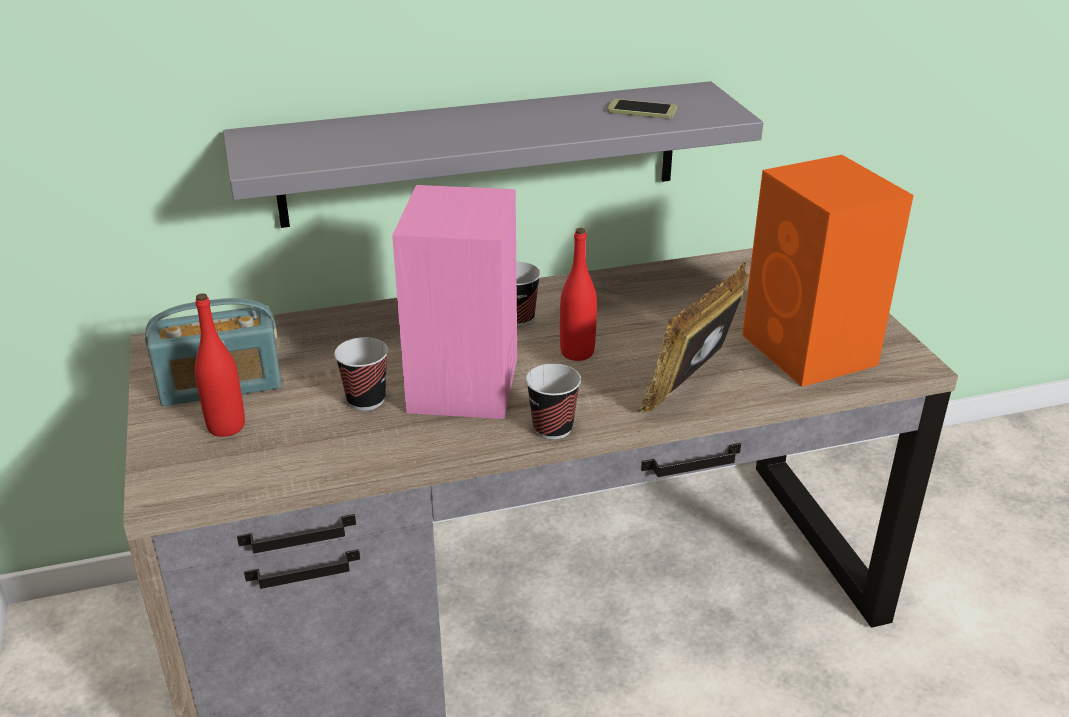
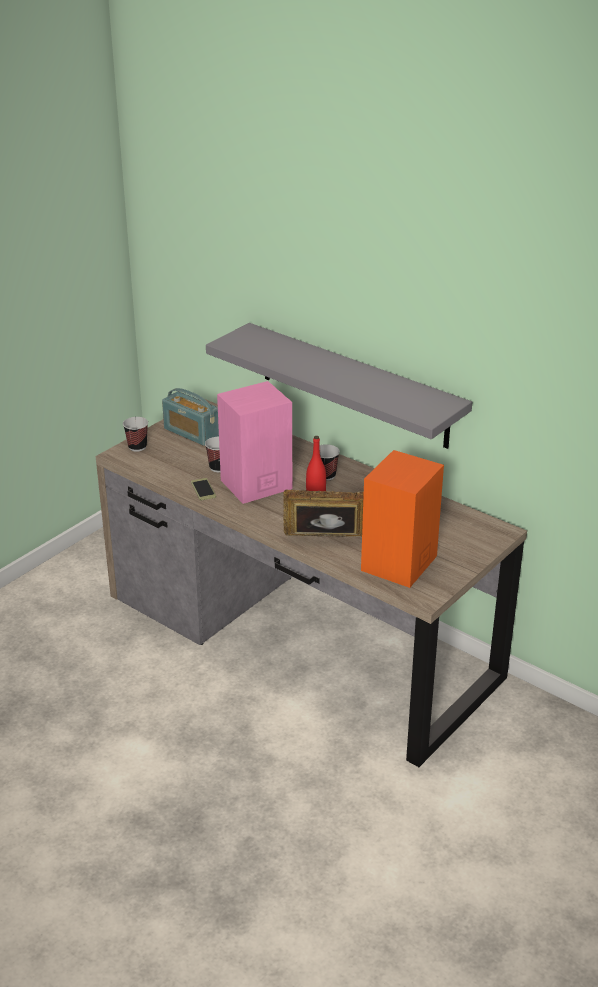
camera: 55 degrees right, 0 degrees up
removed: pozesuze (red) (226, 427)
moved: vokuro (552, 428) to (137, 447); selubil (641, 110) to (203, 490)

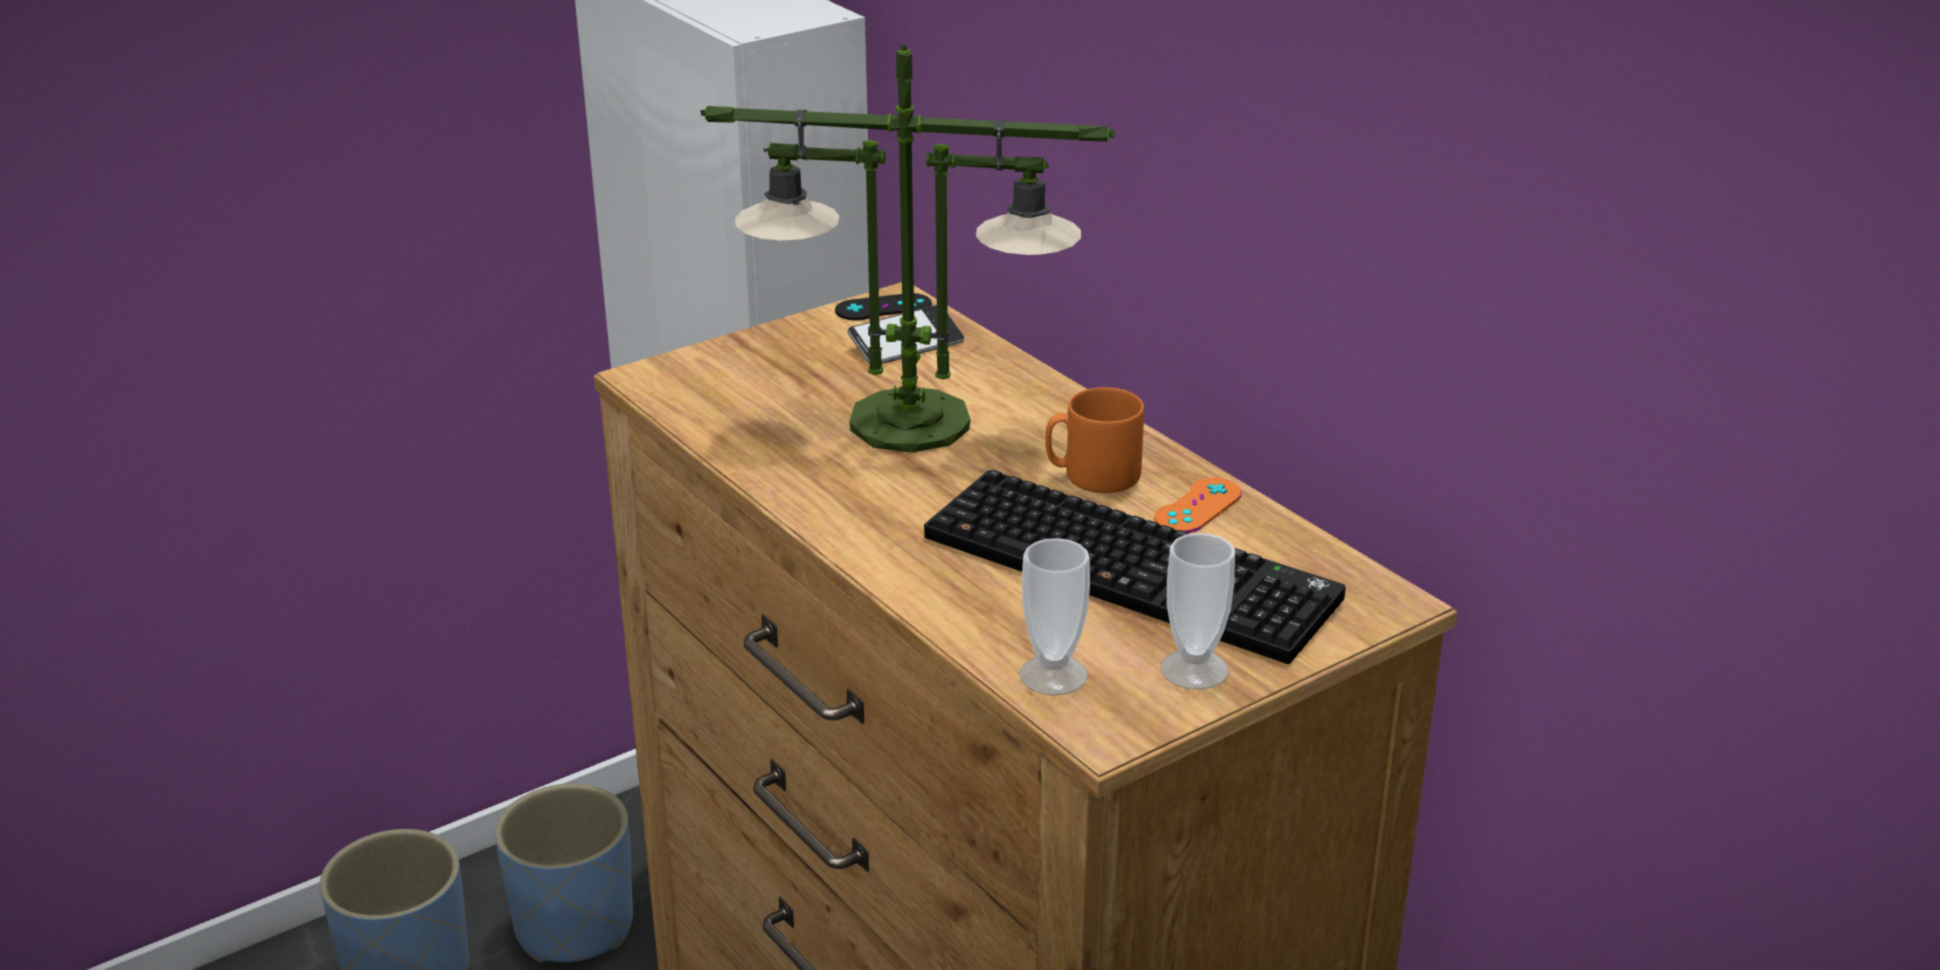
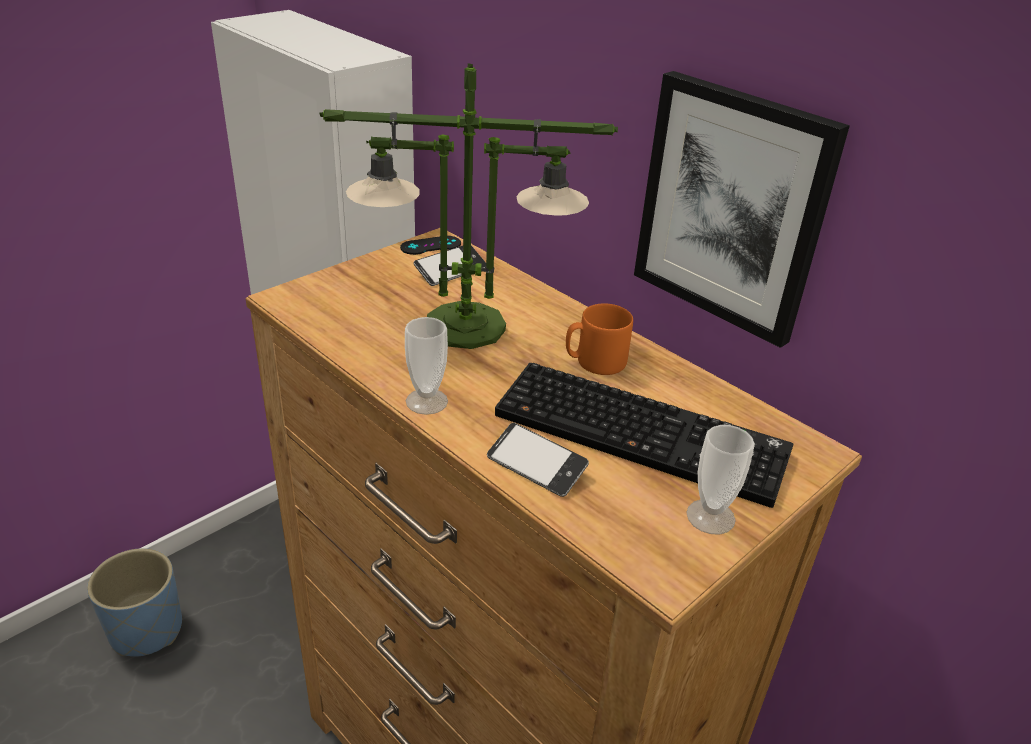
camera: 10 degrees left, 5 degrees up
removed: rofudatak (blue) (575, 926); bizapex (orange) (1198, 506)
added: selubil (536, 465); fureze (732, 208)
moved: vokuro (1053, 675) to (426, 401)

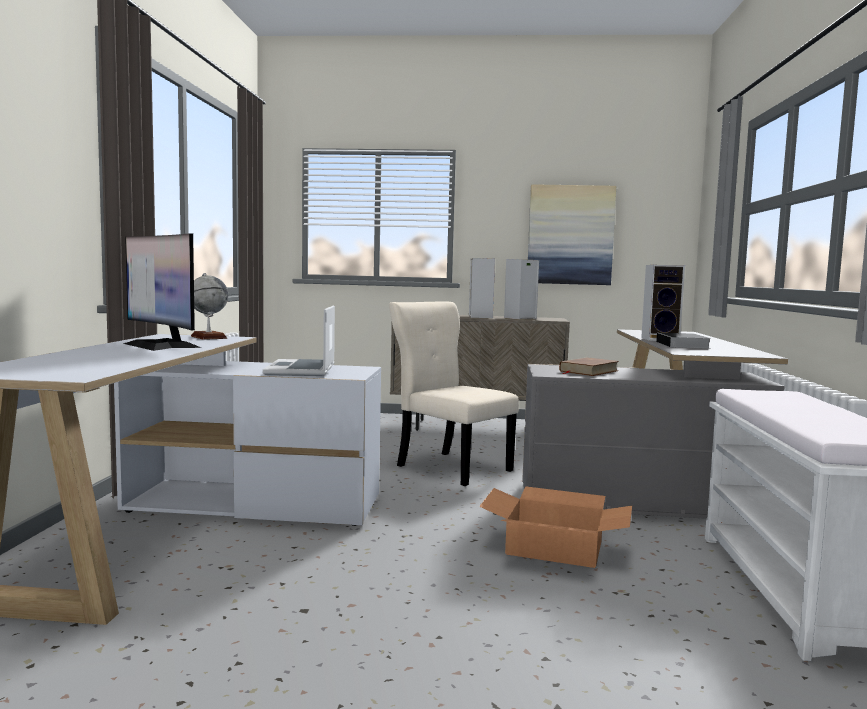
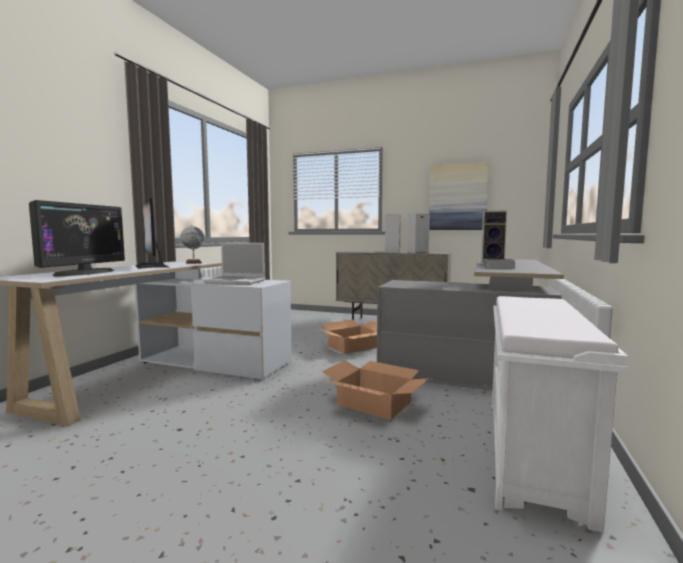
camera: 15 degrees right, 0 degrees up
removed: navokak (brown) (588, 371)
added: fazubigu (84, 273)
replaced: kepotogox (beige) (450, 467) to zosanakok (353, 347)
turned: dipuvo (302, 370) = (236, 282) 90 degrees counterclockwise

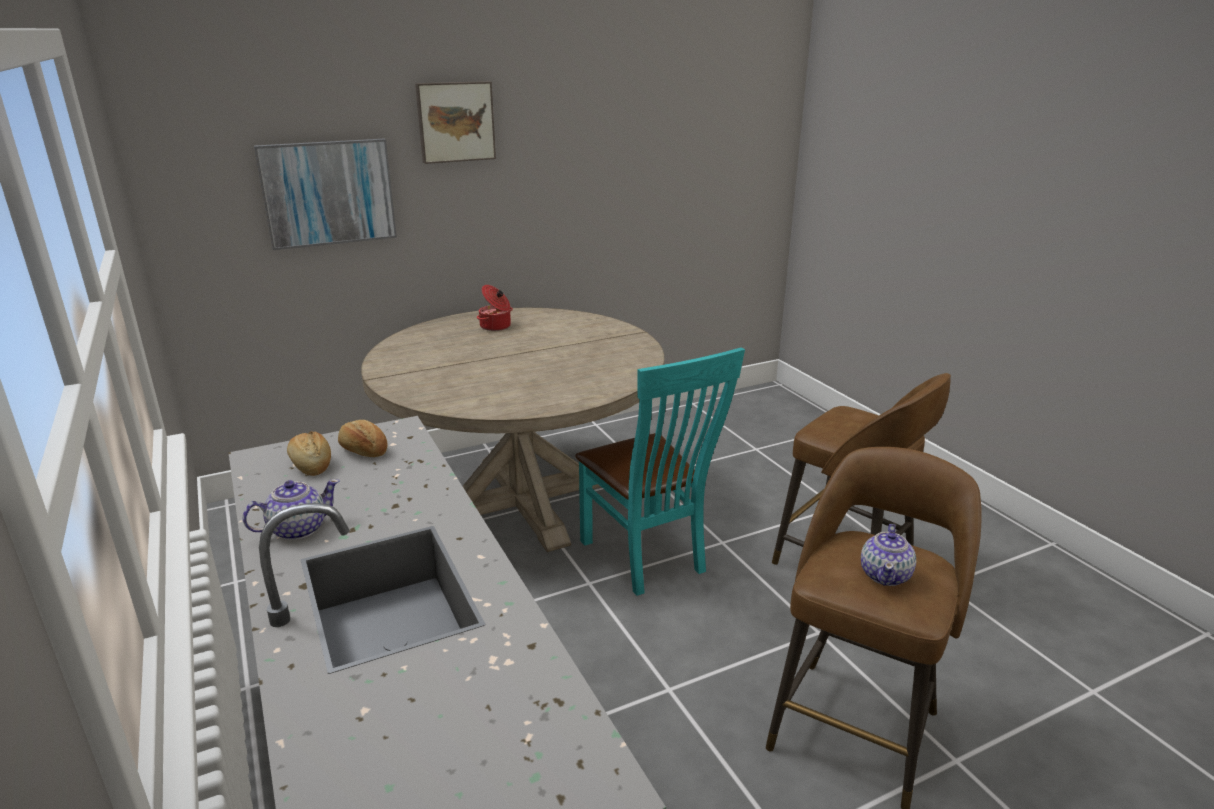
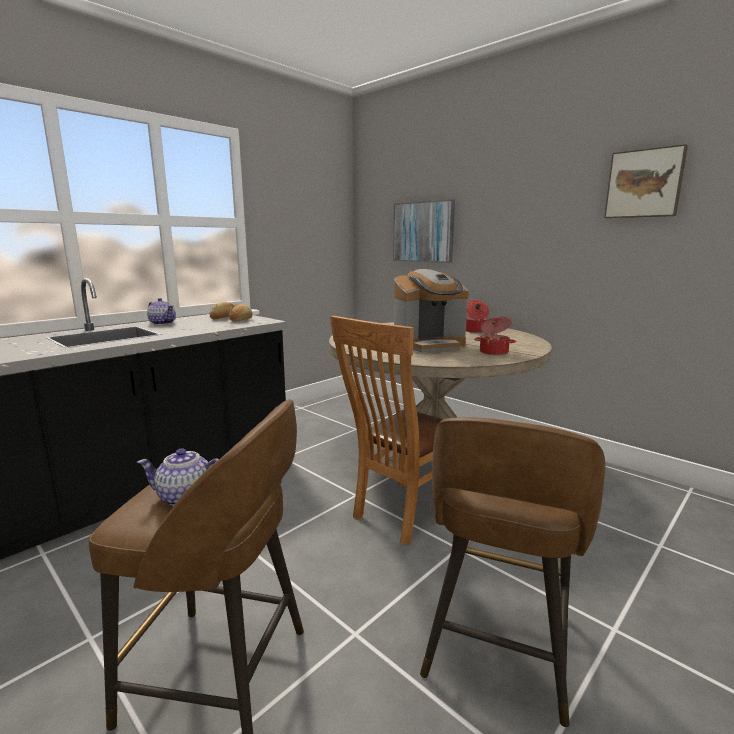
camera: 70 degrees right, 10 degrees down
added: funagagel (429, 345); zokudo (494, 352)
moved: fureze (455, 121) to (644, 184)
recoloured: kepotogox (turquoise) (648, 559) to kepotogox (brown) (402, 513)

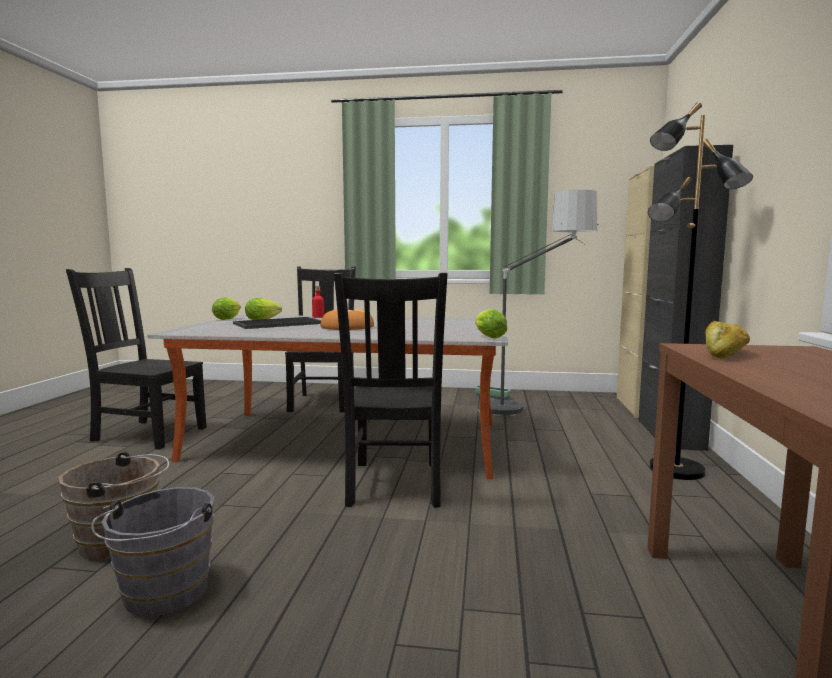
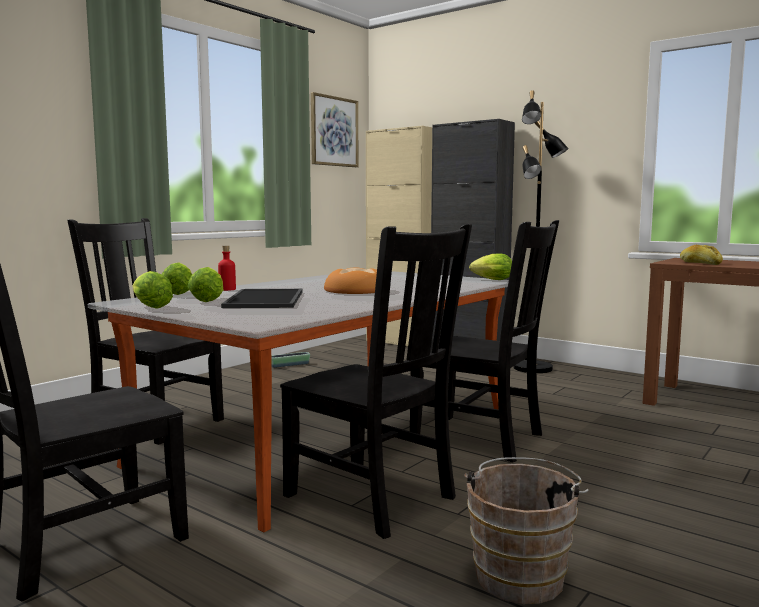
camera: 60 degrees left, 0 degrees up
removed: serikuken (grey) (162, 596); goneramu (533, 408)
added: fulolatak (179, 293); kepotogox (black) (373, 498); fureze (334, 131)

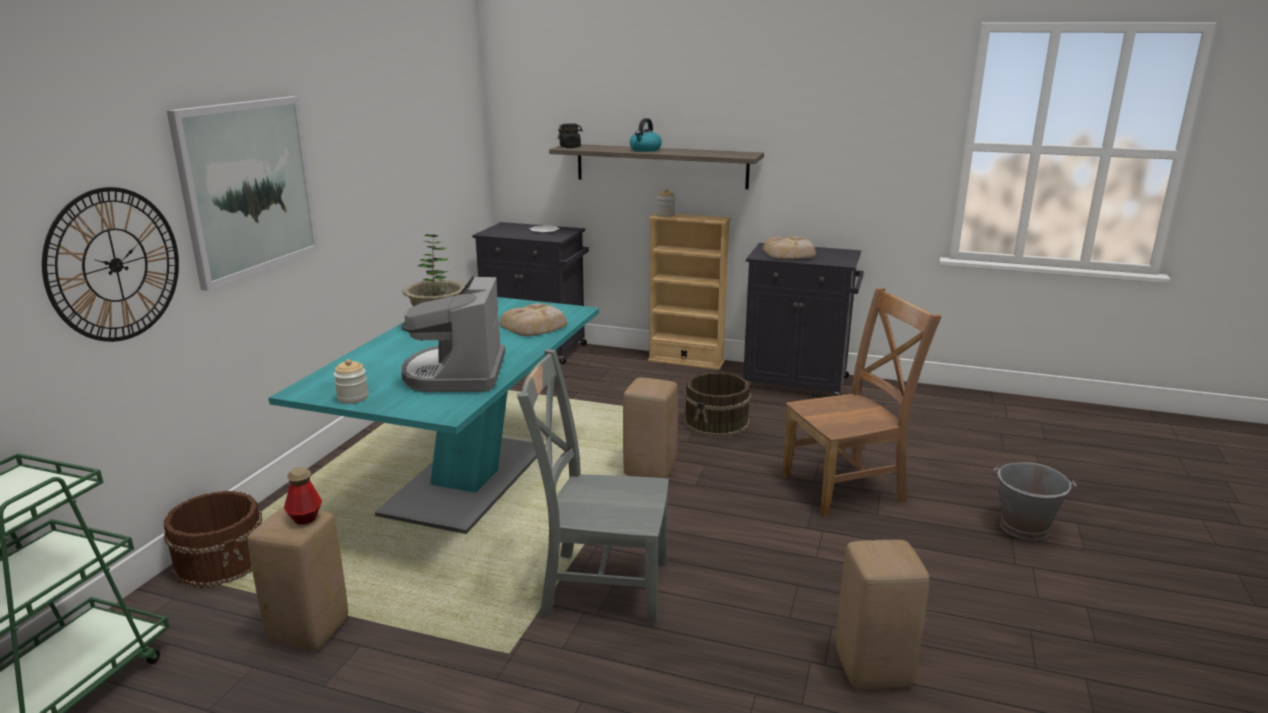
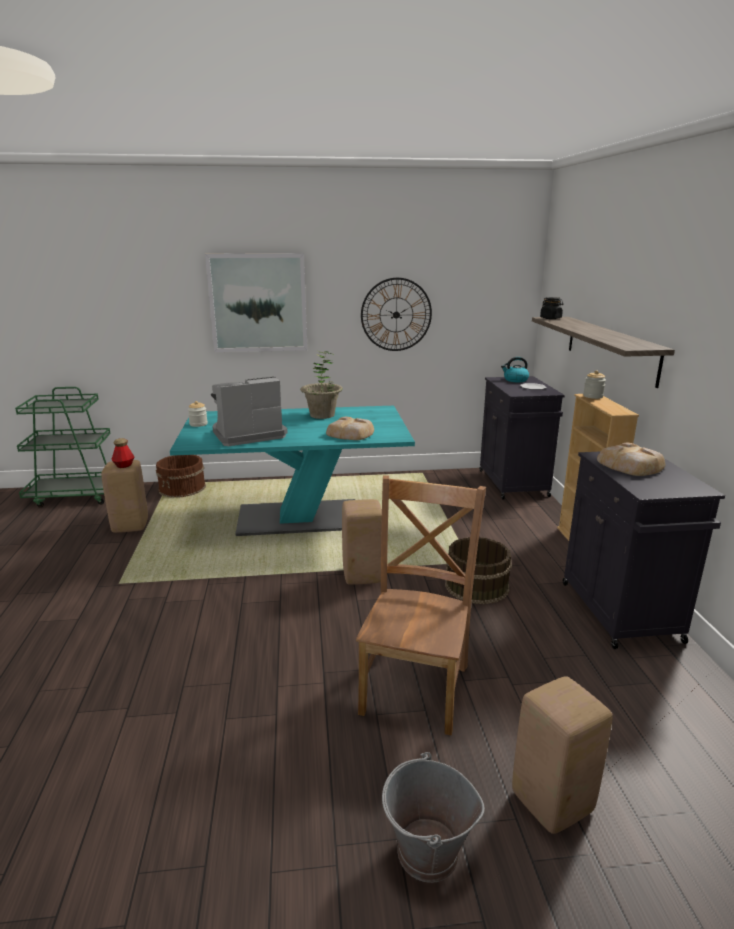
camera: 65 degrees right, 0 degrees up
removed: kepotogox (grey) (599, 587)
moved: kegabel (115, 265) to (396, 315); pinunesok (645, 150) to (515, 380); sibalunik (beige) (874, 670) to (552, 803)
turned: kepotogox (brown) (847, 487) = (416, 685) 120 degrees counterclockwise

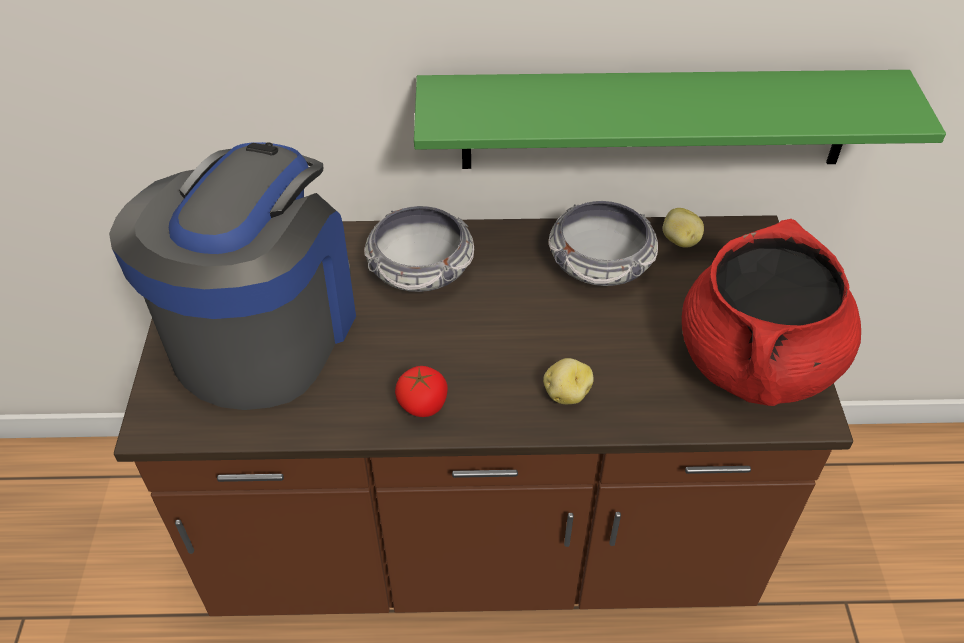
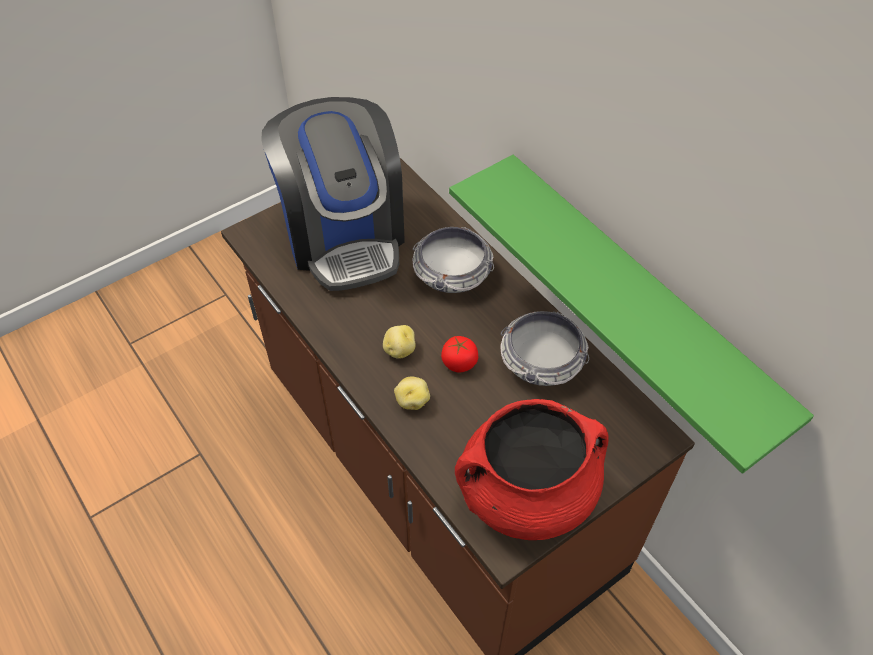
camera: 55 degrees right, 5 degrees up
moved: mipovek (422, 404) to (459, 362); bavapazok (680, 241) to (399, 350)
turned: funagagel (264, 330) = (344, 235) 90 degrees clockwise

